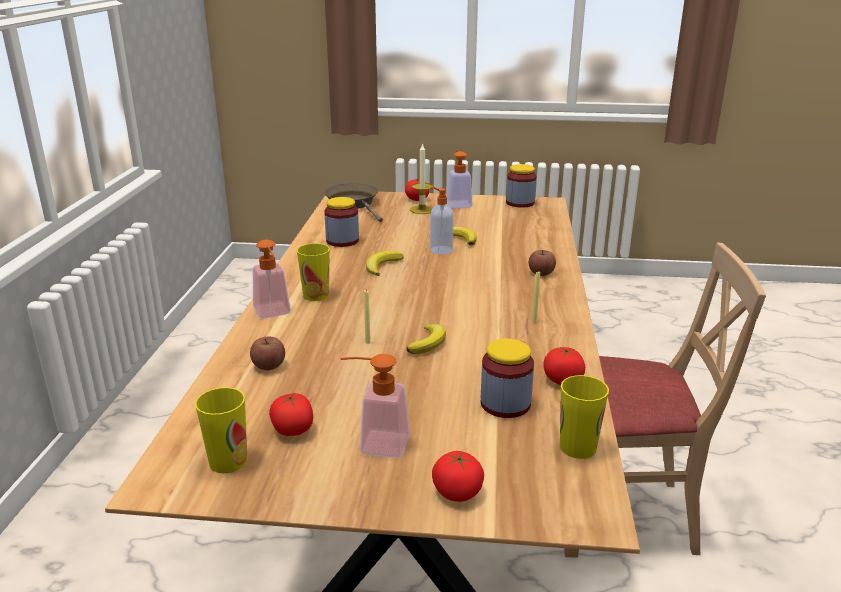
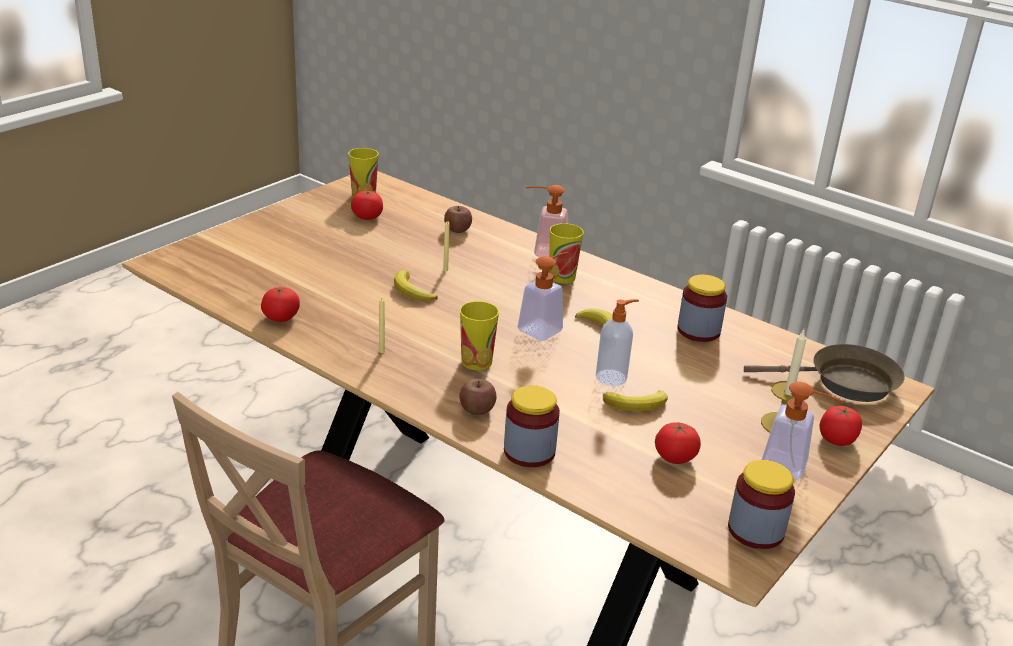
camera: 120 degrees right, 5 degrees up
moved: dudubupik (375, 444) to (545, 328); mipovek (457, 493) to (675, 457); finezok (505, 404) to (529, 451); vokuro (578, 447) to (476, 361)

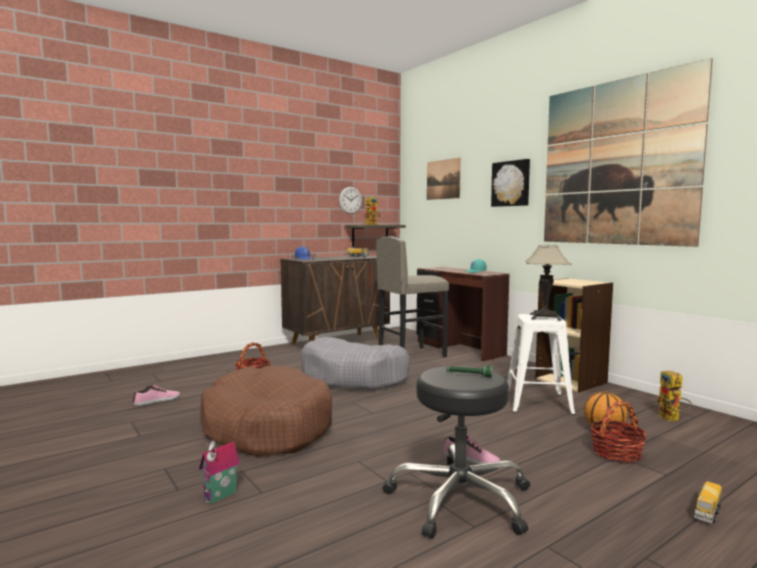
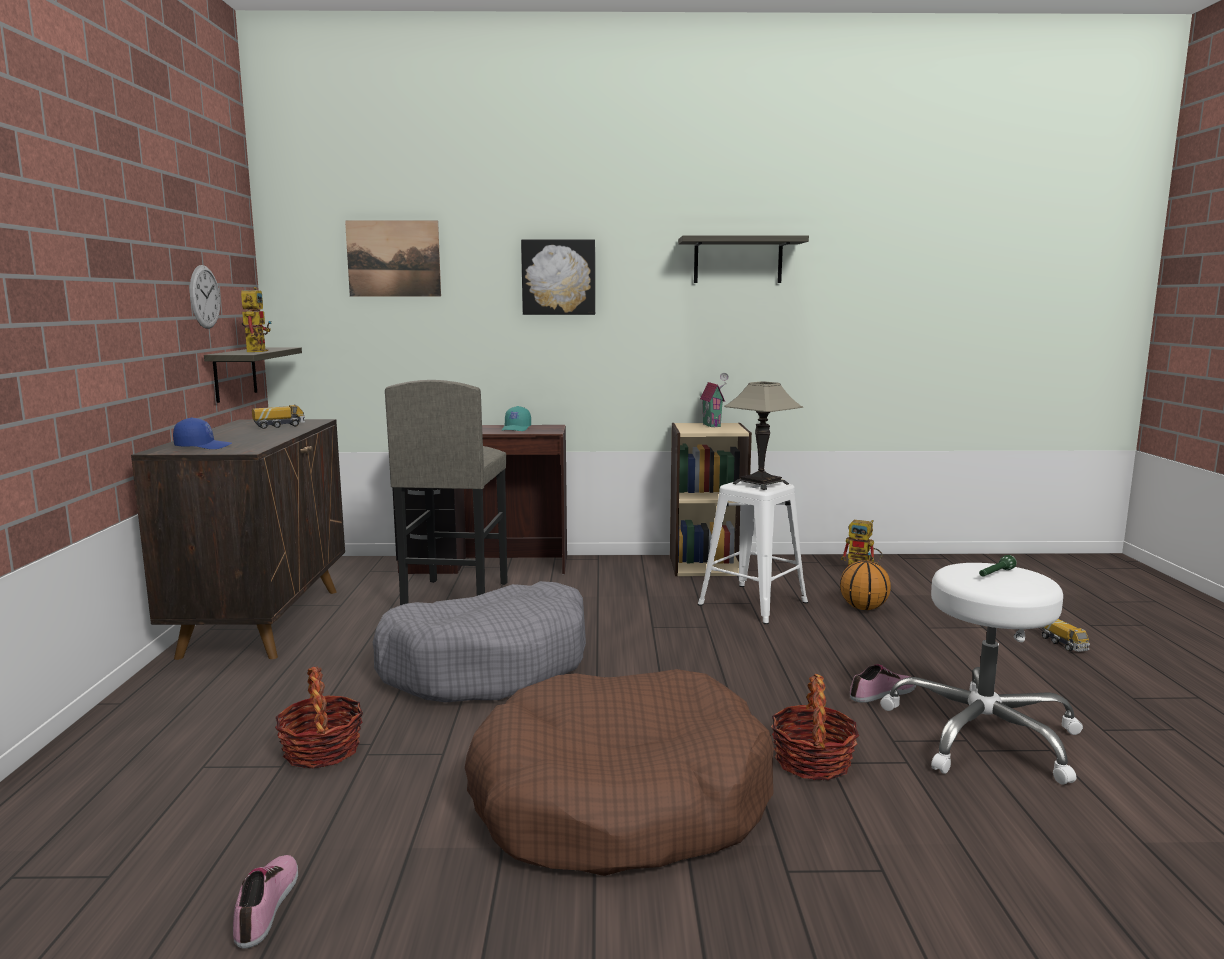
camera: 55 degrees left, 5 degrees up
moved: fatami (221, 496) to (713, 425); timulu (616, 453) to (812, 761)
replaced: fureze (616, 163) to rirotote (738, 260)
recoloured: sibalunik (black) (460, 499) to sibalunik (white) (983, 735)

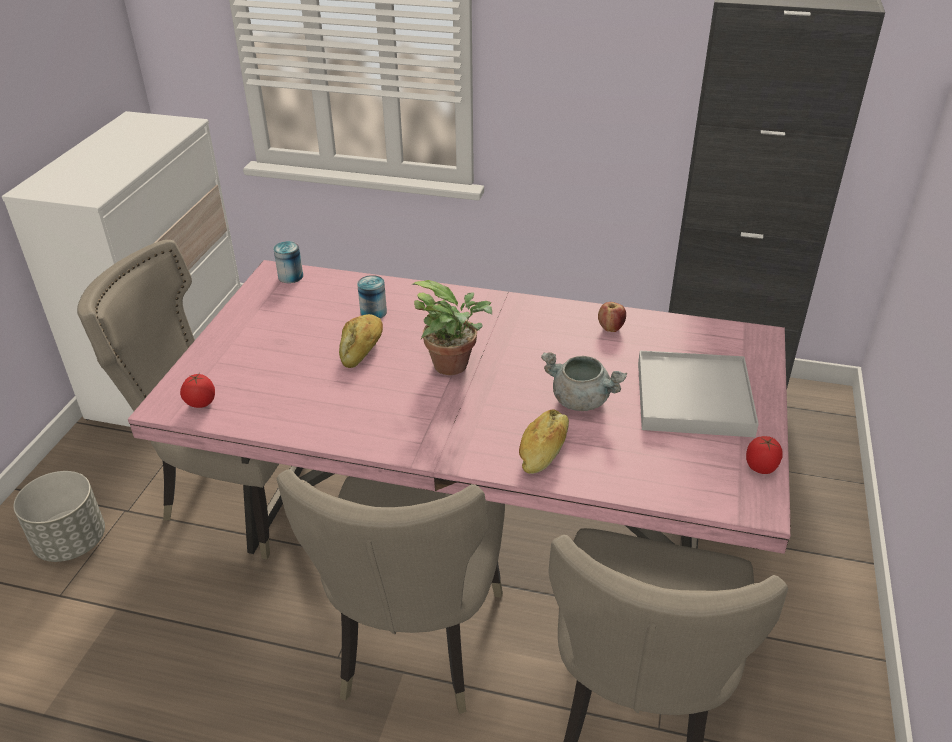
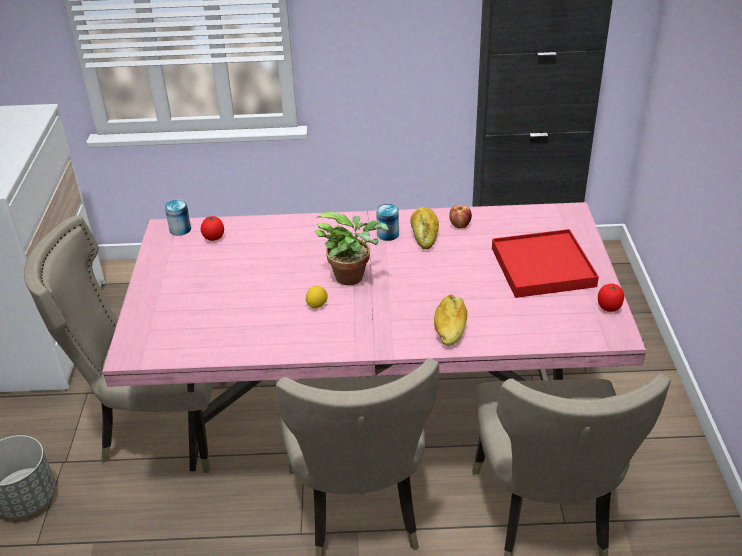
camera: 15 degrees left, 0 degrees up
removed: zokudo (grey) (581, 400)
added: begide (317, 305)
moved: mipovek (200, 404) to (213, 238); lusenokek (362, 348) to (424, 234); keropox (373, 312) to (388, 234)
recoloured: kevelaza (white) (693, 398) to kevelaza (red) (542, 267)

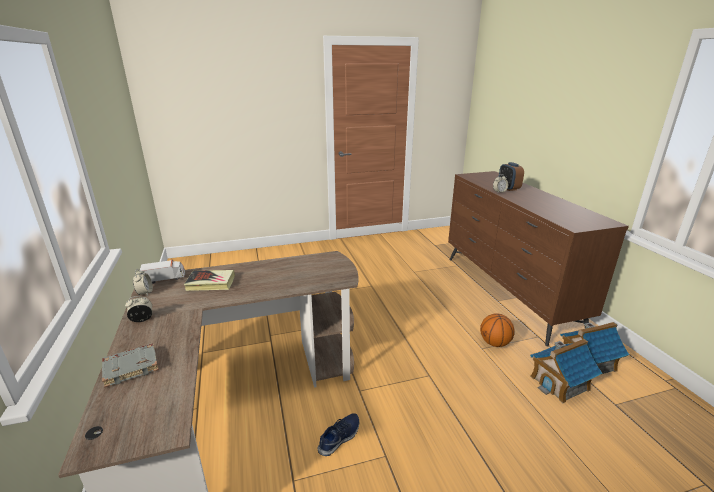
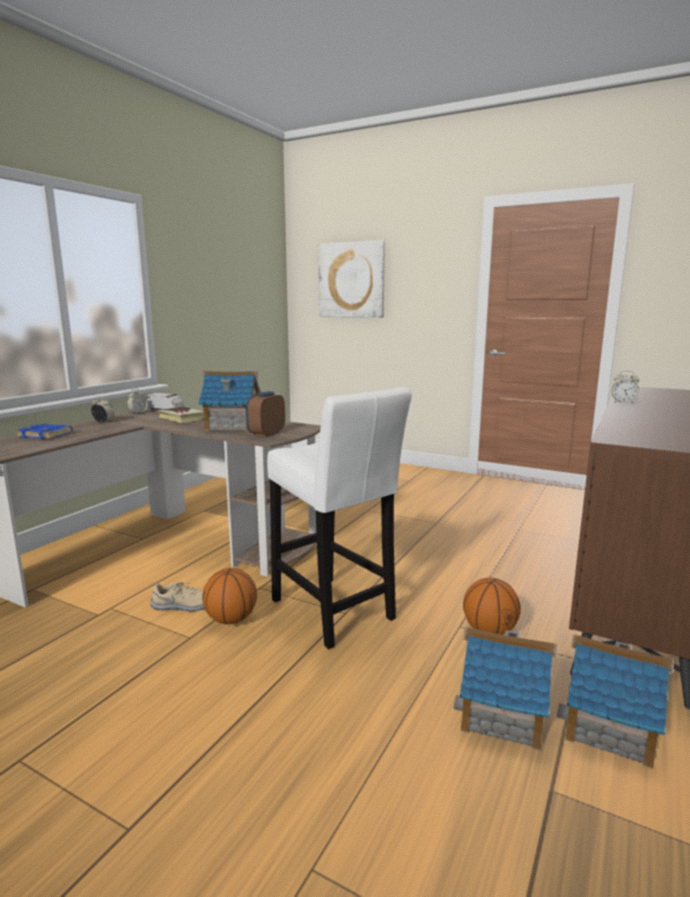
camera: 45 degrees right, 10 degrees down
added: fatami (232, 426); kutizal (231, 619); sibalunik (white) (334, 613); fureze (352, 280)
moved: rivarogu (508, 188) to (266, 434)
recoloured: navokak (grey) (132, 367) to navokak (blue) (46, 435); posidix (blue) (340, 437) to posidix (beige) (184, 606)

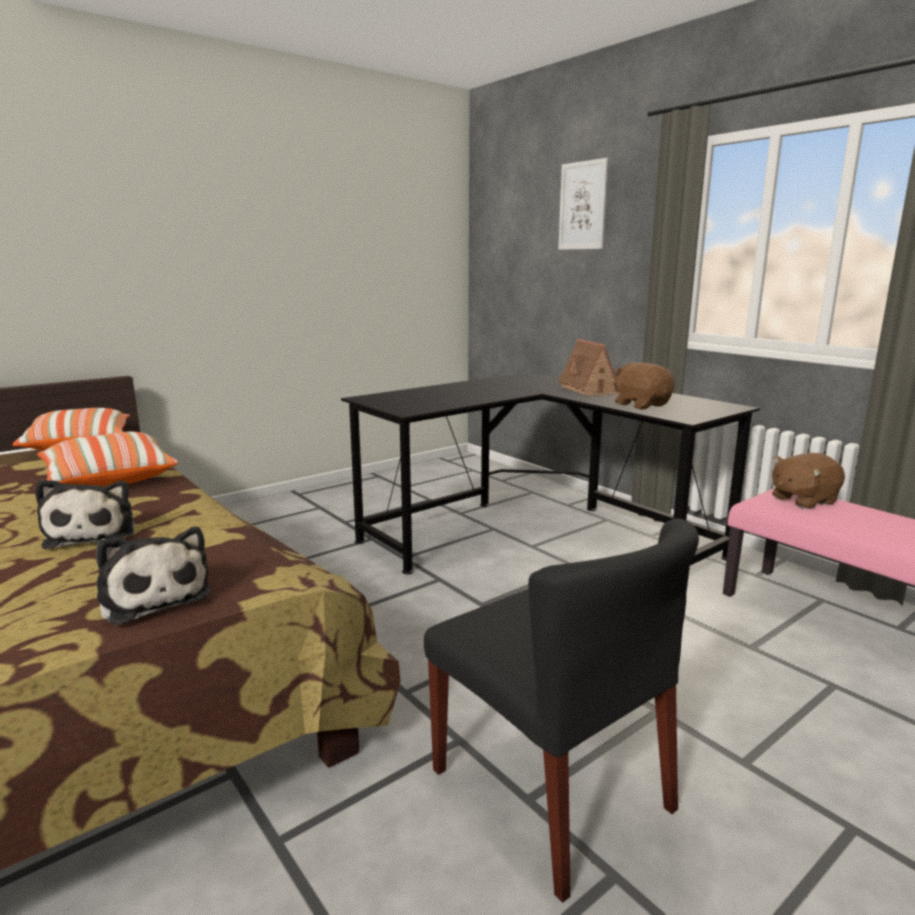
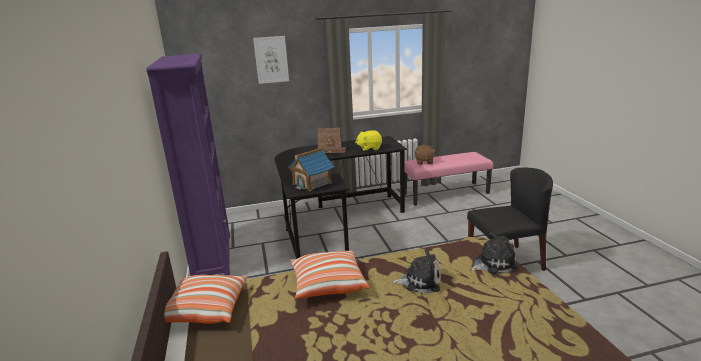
camera: 65 degrees left, 5 degrees up
added: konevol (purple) (213, 257); fatami (312, 183)
recoloured: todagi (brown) (641, 405) to todagi (yellow) (369, 148)

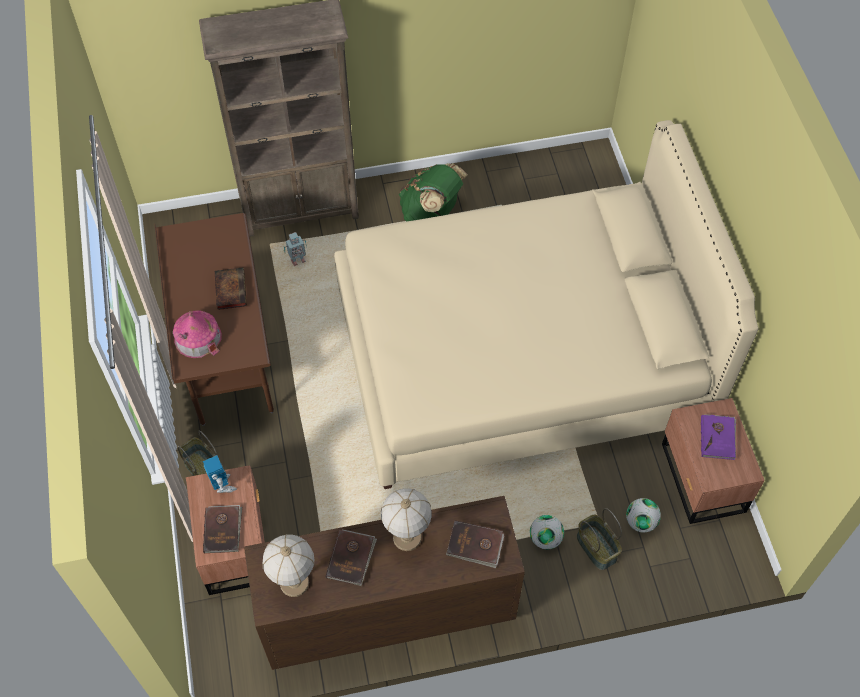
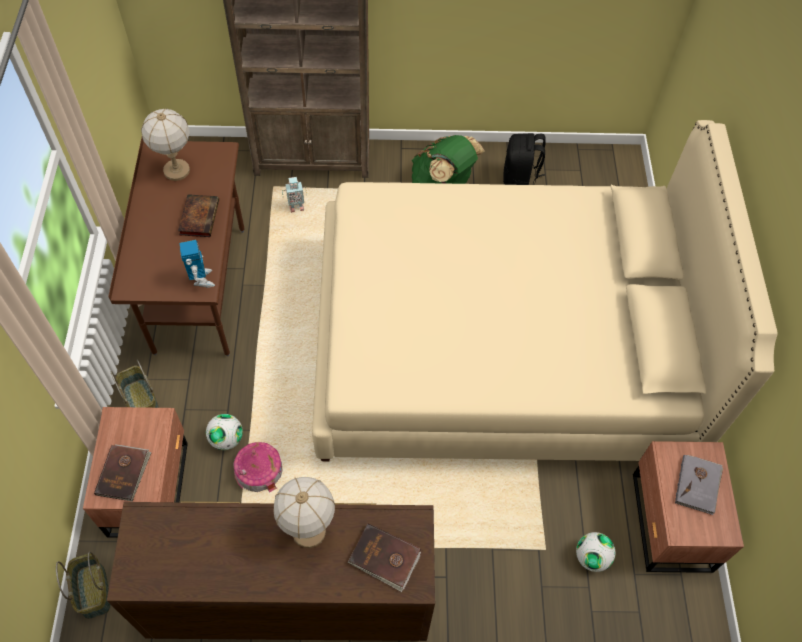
camera: 10 degrees right, 0 degrees up
removed: navokak (brown) (351, 558)
added: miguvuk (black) (520, 181)
moved: fatami (198, 338) to (259, 470); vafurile (223, 485) to (201, 280); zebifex (294, 583) to (176, 171); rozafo (545, 538) to (226, 439); timulu (597, 548) to (94, 591)
recoloured: navokak (purple) (718, 438) to navokak (grey) (698, 485)

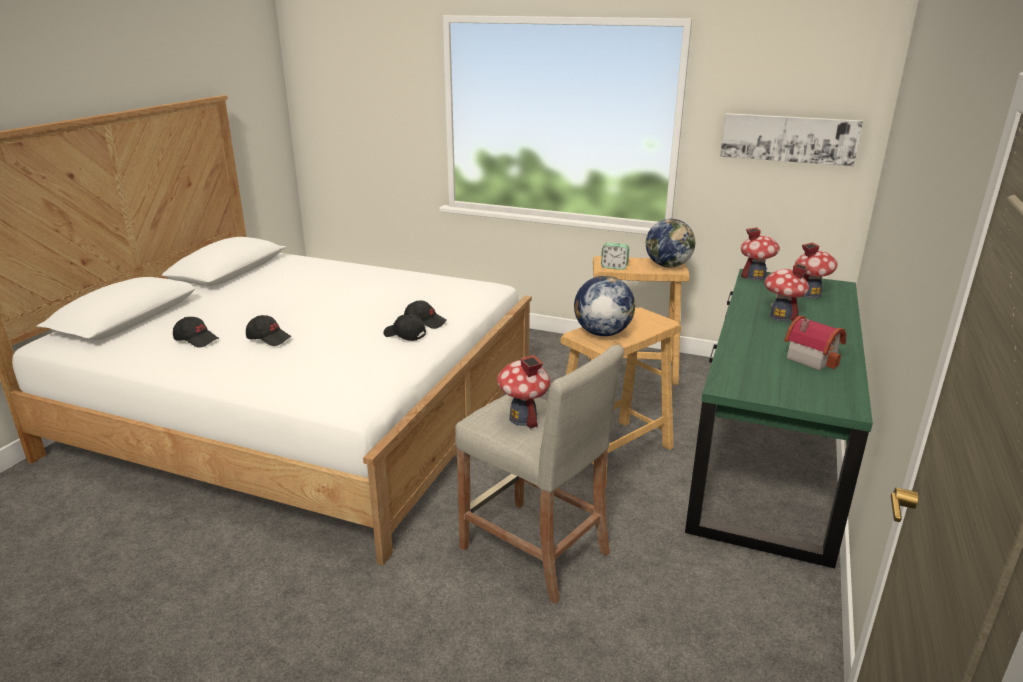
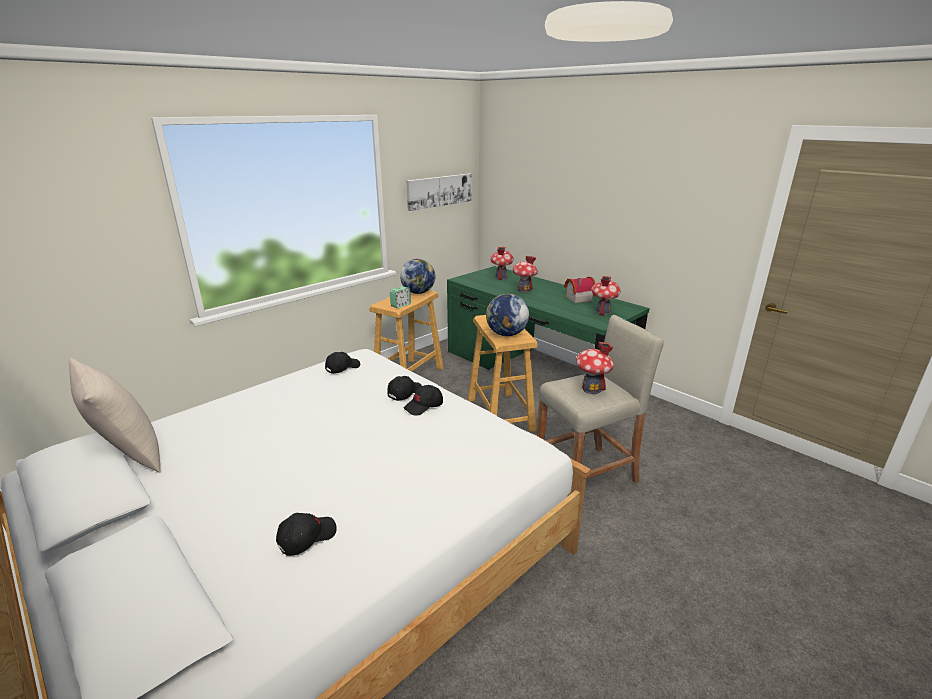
camera: 65 degrees left, 0 degrees up
added: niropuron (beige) (128, 455)
moved: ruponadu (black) (269, 338) to (342, 368); fatami (755, 277) to (603, 312)

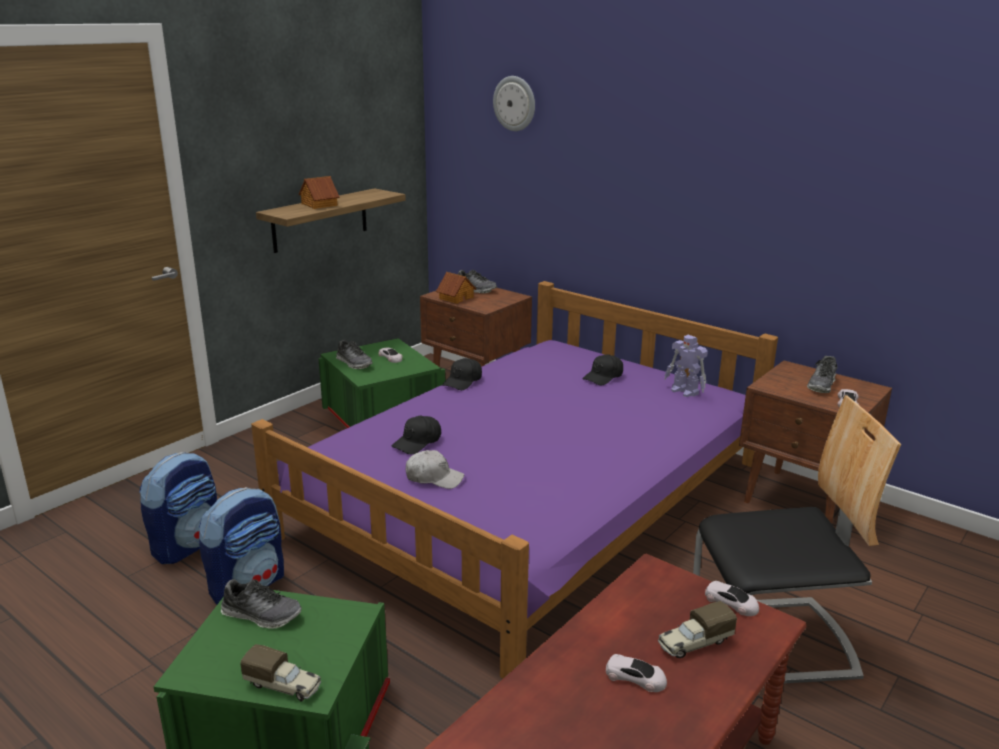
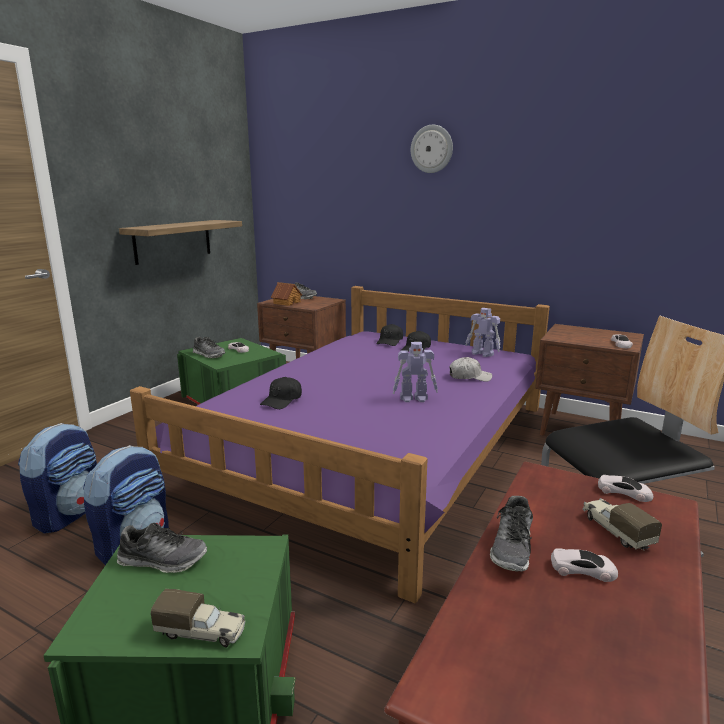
camera: 10 degrees left, 5 degrees down
removed: fatami (318, 205)
added: vafurile (414, 398)
moved: ruponadu (white) (434, 478) to (469, 377); ruponadu (black) (463, 381) to (390, 341); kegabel (515, 103) to (432, 149); posidix (822, 385) to (512, 548)
turned: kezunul (694, 643) = (615, 531) 105 degrees clockwise

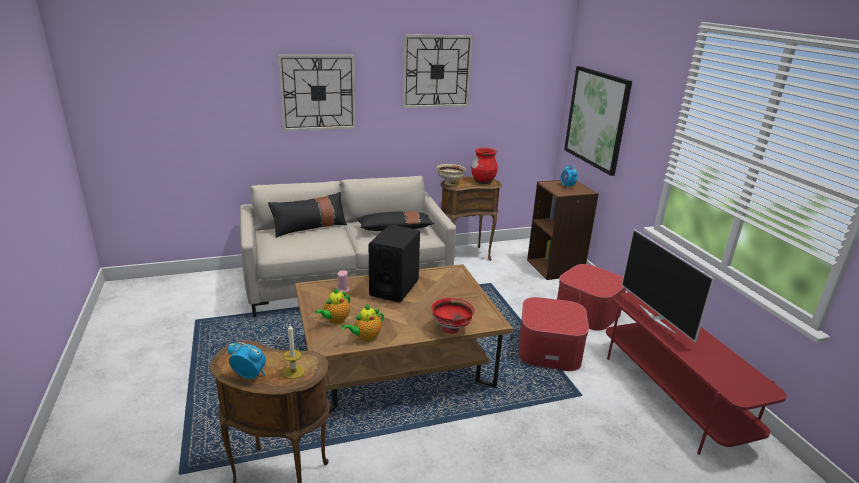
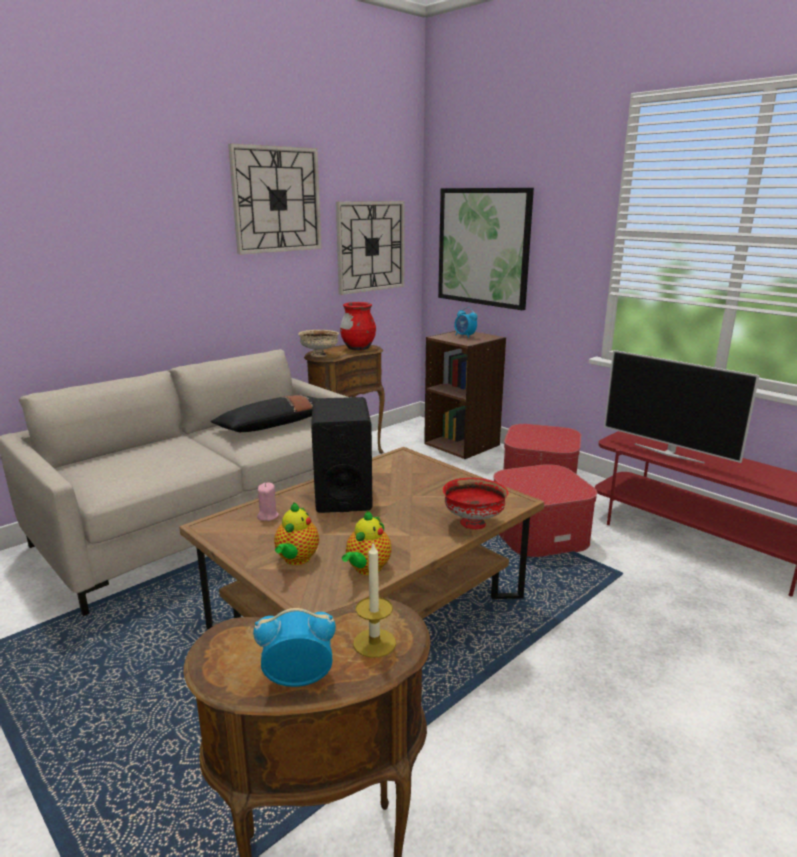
camera: 25 degrees left, 5 degrees down
removed: niropuron (black) (309, 228)
moved: kegabel (318, 92) to (370, 246)

